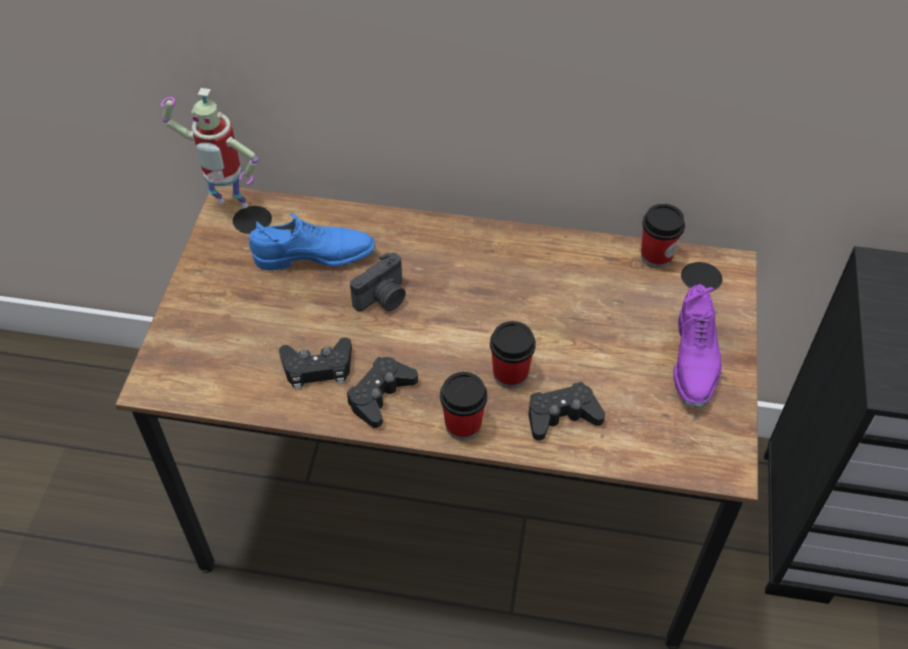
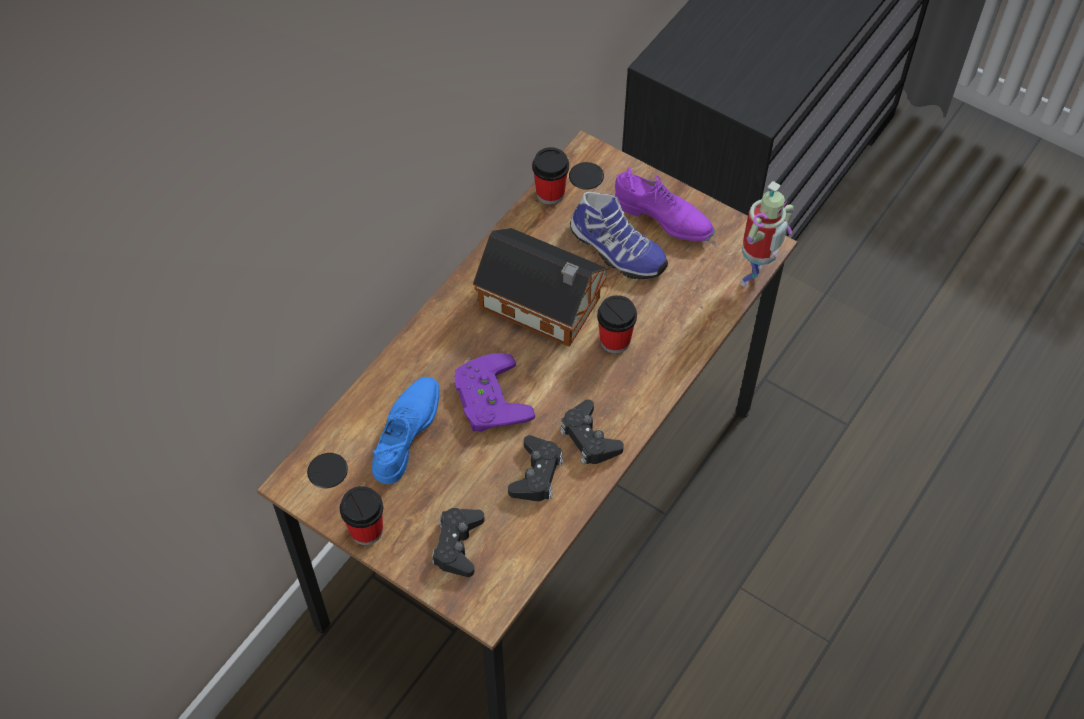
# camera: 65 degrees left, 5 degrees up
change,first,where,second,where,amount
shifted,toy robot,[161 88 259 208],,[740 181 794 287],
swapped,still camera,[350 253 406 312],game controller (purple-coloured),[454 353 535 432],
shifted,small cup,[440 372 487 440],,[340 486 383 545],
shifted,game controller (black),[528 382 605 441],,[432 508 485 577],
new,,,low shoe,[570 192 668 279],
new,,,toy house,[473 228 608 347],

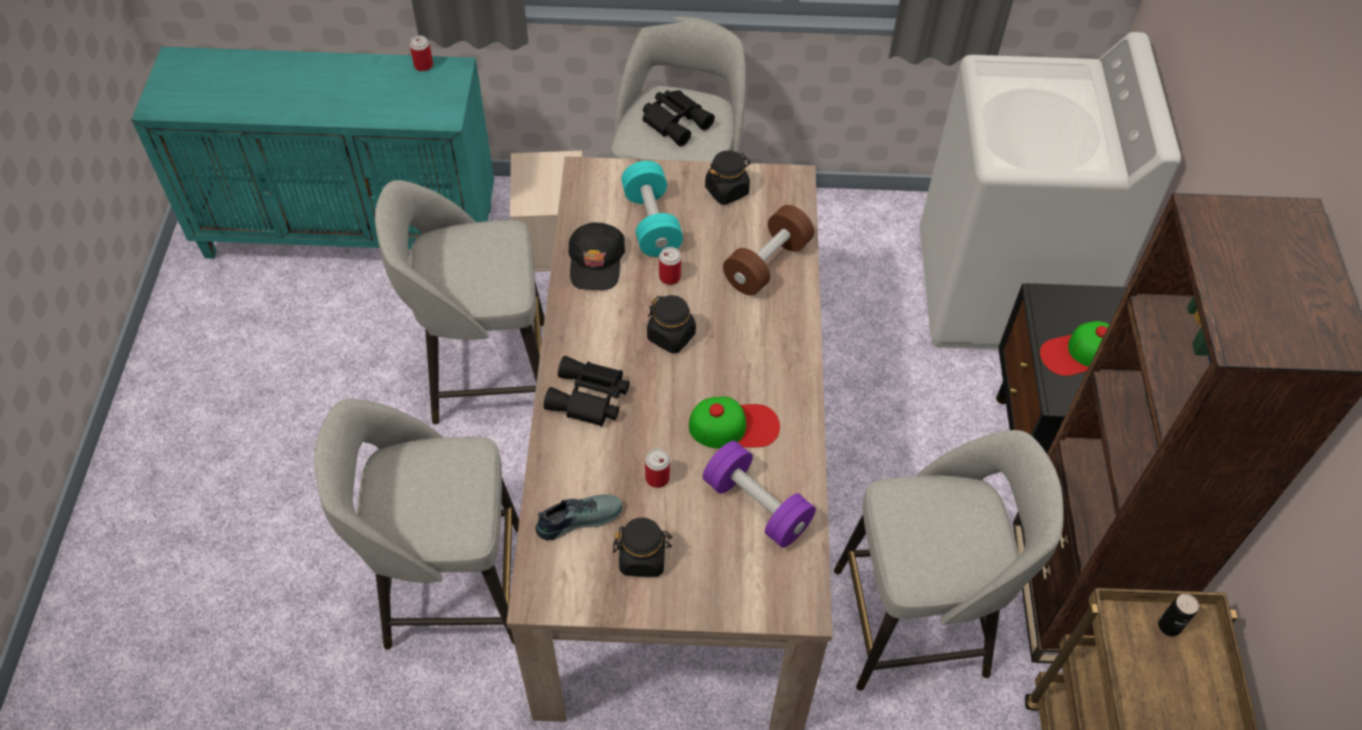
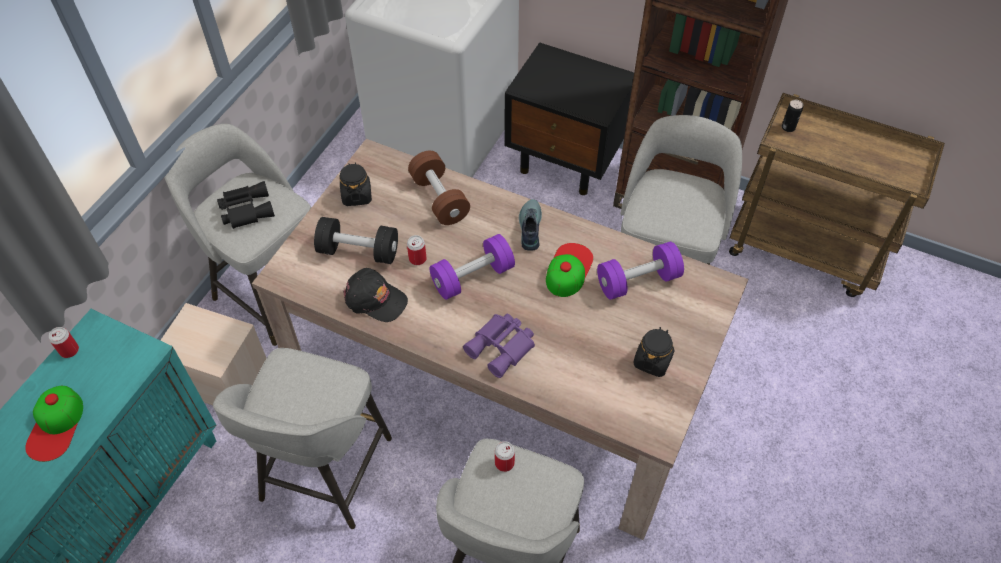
# camera: 65 degrees left, 0 degrees up
change,first,where,second,where,amount
repainted,free weight (turquoise),[621 161 683 257],free weight (black),[314 217 398 264],
swapped,storage jar (black),[647 295 696 354],free weight (purple-coloured),[430 234 515 300],
shifted,cap,[1040 321 1109 376],,[25 386 83 462],
repainted,field glasses (black),[544 356 629 427],field glasses (purple-coloured),[463 314 535 378],
shifted,sealed can,[645 448 670 488],,[495 441 515 472],
shifted,low shoe,[535 494 622 540],,[518 199 542 251],

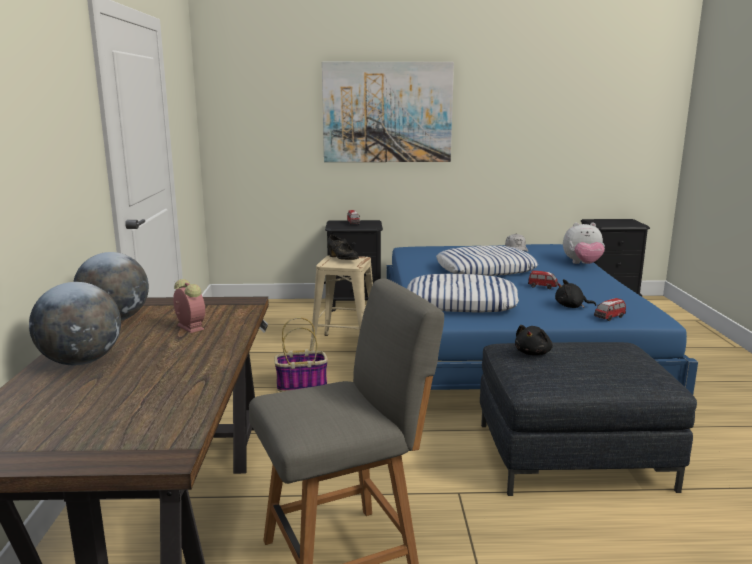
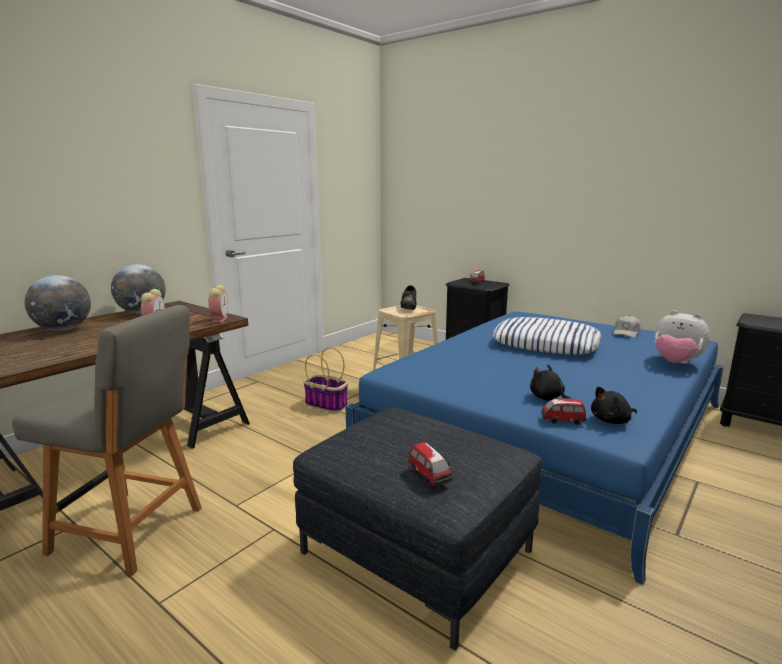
# camera: 40 degrees right, 0 degrees up
change,first,where,second,where,amount
gone,wall art,[322 62 454 162],,,
shifted,miniature car,[528 270 558 289],,[409 442 452 486],
gone,pillow,[407 274 519 313],,,
shifted,cuddly toy (black),[515 325 553 355],,[591 387 637 424],
new,,,bedside clock,[208 285 228 323],

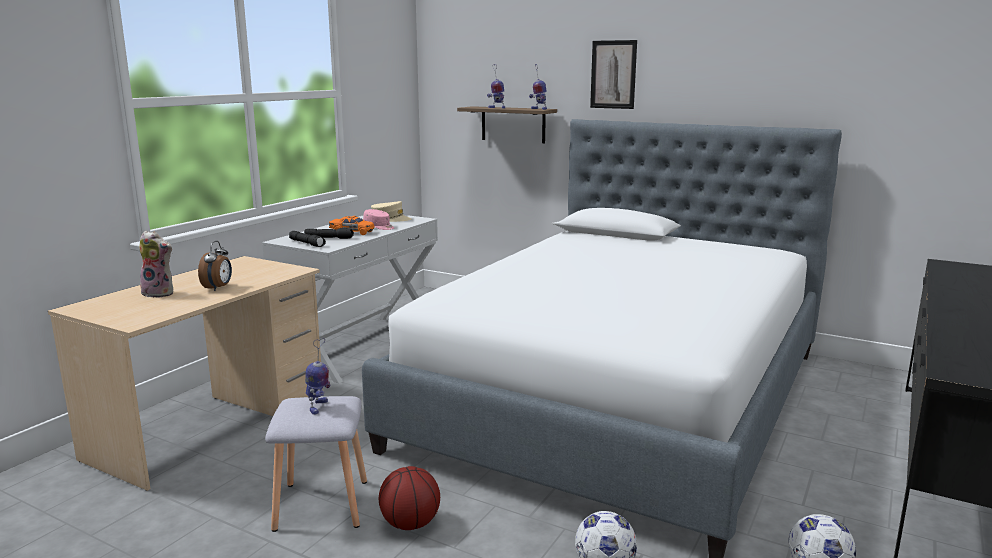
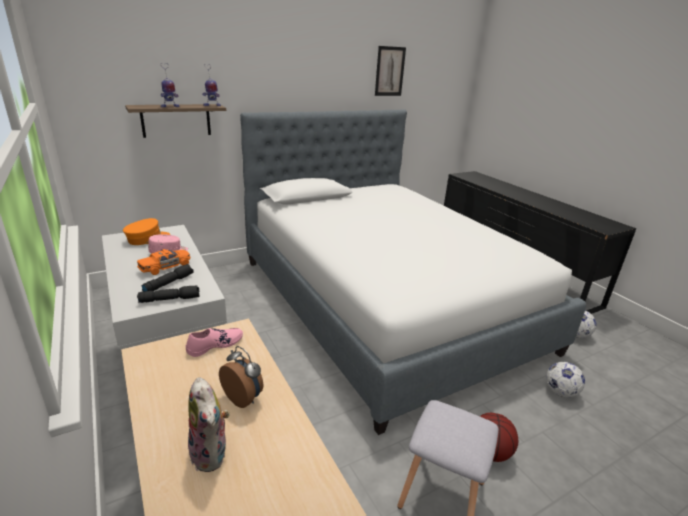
# camera: 60 degrees left, 10 degrees up
change,first,where,second,where,amount
shifted,wall art,[590 40 637 109],,[375 46 406 96],
repainted,cap (beige),[371 201 411 222],cap (orange),[123 218 170 245],
rotated,cuddly toy,[139 231 173 298],,[188 377 229 472],105 degrees clockwise
gone,toy robot,[305 338 330 415],,,
new,,,low shoe (pink),[186 328 243 357],

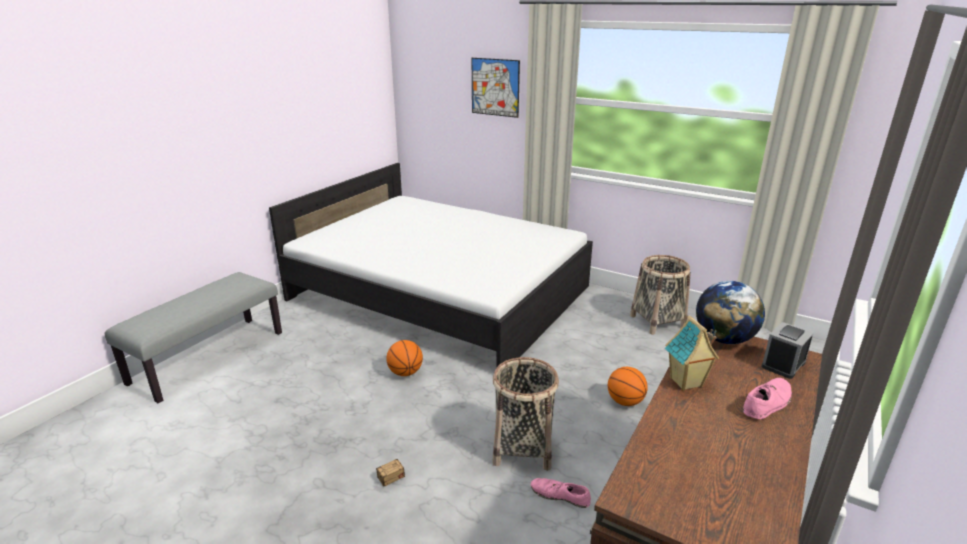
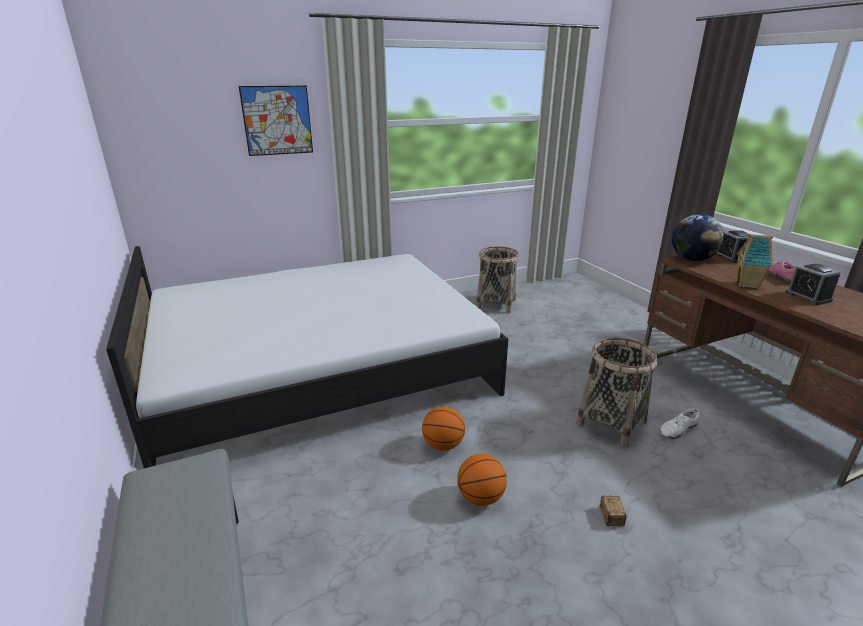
# camera: 55 degrees left, 0 degrees up
change,first,where,second,where,amount
shifted,ball for basketball,[608 367 648 406],,[457 454 507 506],
repainted,low shoe (pink),[531 478 591 508],low shoe (white),[659 409 700 439],
new,,,bedside clock,[785 263 840 305],

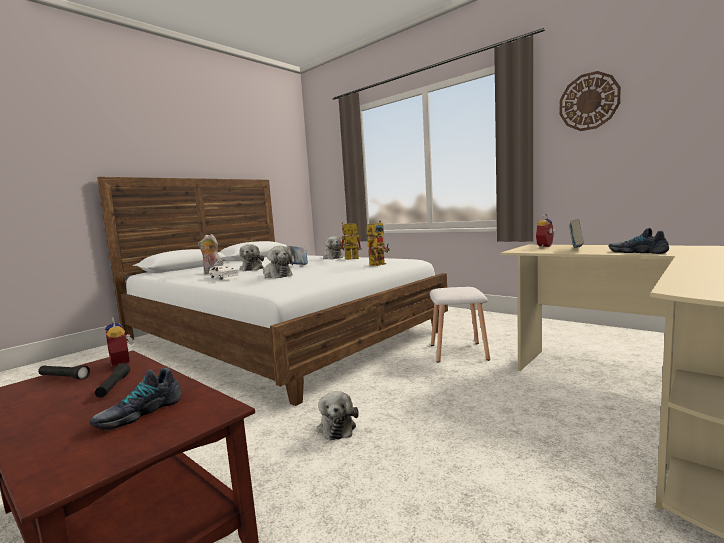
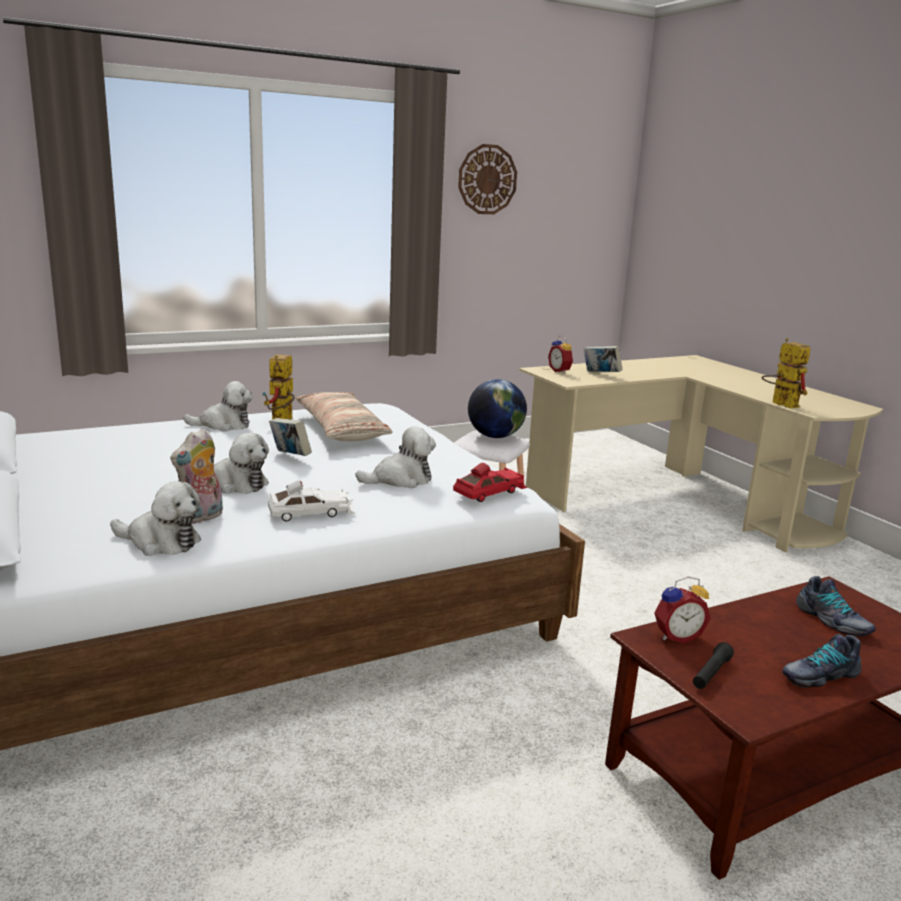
# camera: 70 degrees left, 10 degrees up
change,first,where,second,where,amount
shifted,toy robot,[366 221 390 266],,[762 338 810 409],
shifted,low shoe,[609 228 669 254],,[782 634 861 688],
gone,hand torch (black),[95 363 130 398],,,
shifted,cuddly toy,[317 391 359 440],,[110 481 201 556],
new,,,globe,[468 379 527 438],
new,,,pillow,[296 392 393 441],
new,,,miniature car (red),[453 463 527 502],

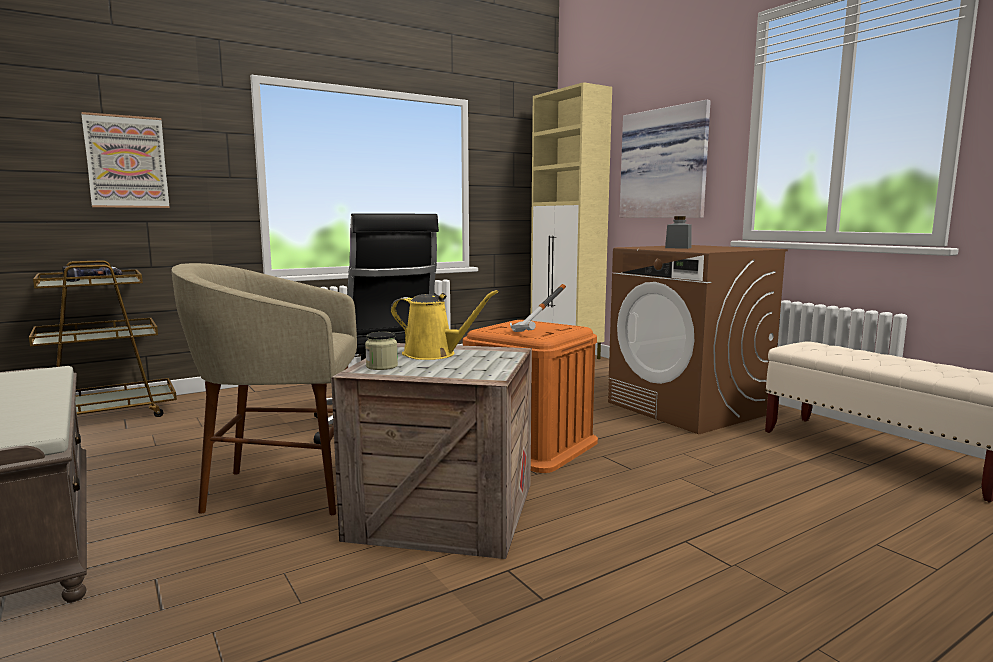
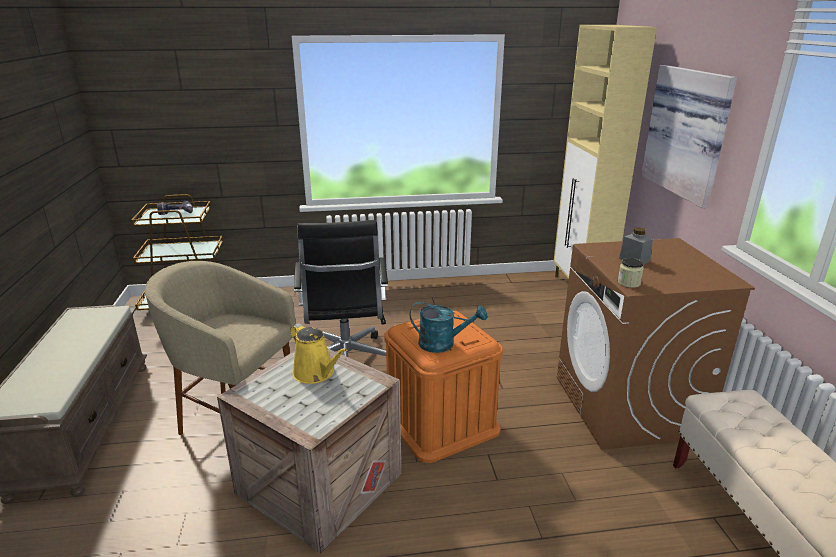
# camera: 25 degrees right, 15 degrees up
change,first,where,second,where,amount
gone,wall art,[81 112 170 208],,,
swapped,hand hammer,[510 284 566 332],watering can (turquoise),[410 301 487 353],
shifted,storage jar,[365 332 398 370],,[618 258 644 288],

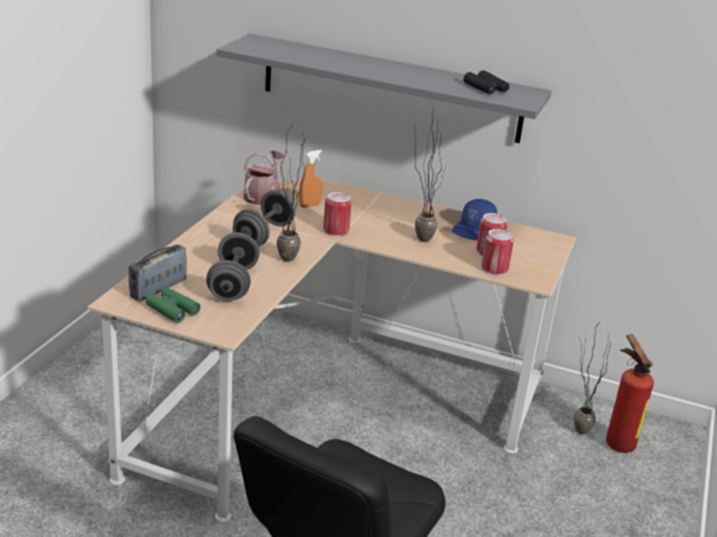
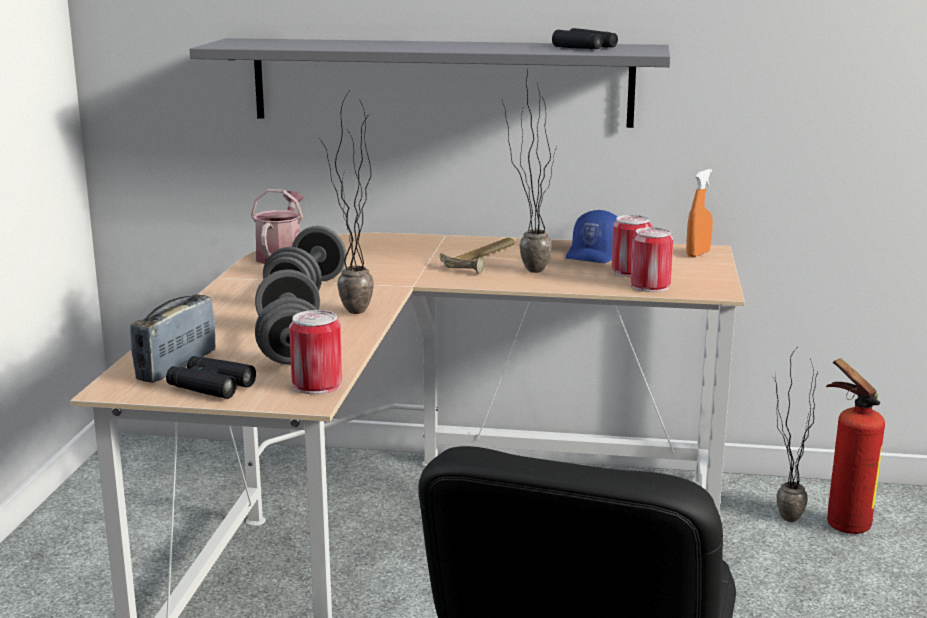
# camera: 10 degrees left, 10 degrees down
change,first,where,second,where,amount
shifted,hand sprayer (orange),[299 150 323 208],,[686 169 713 257],
shifted,sealed can,[323 192 352 237],,[289 310 343 394],
repainted,field glasses (green),[146 288 200 323],field glasses (black),[166 356 256 399],
new,,,hand hammer,[440 238 515 274],

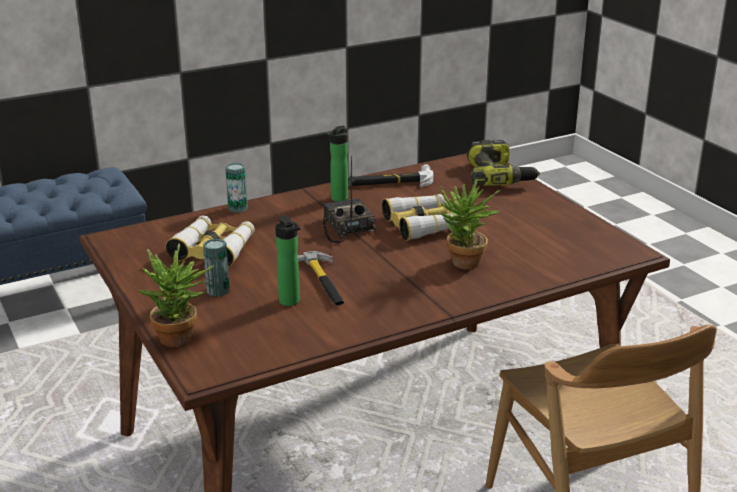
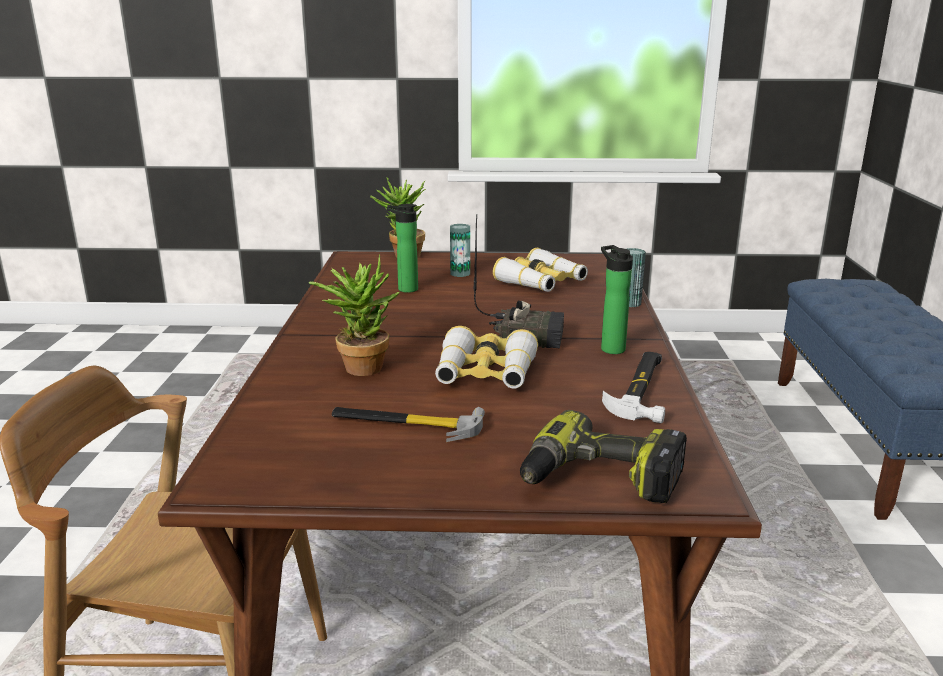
# camera: 120 degrees right, 5 degrees down
change,first,where,second,where,amount
shifted,hand hammer,[298 251 344 305],,[332 407 485 442],

